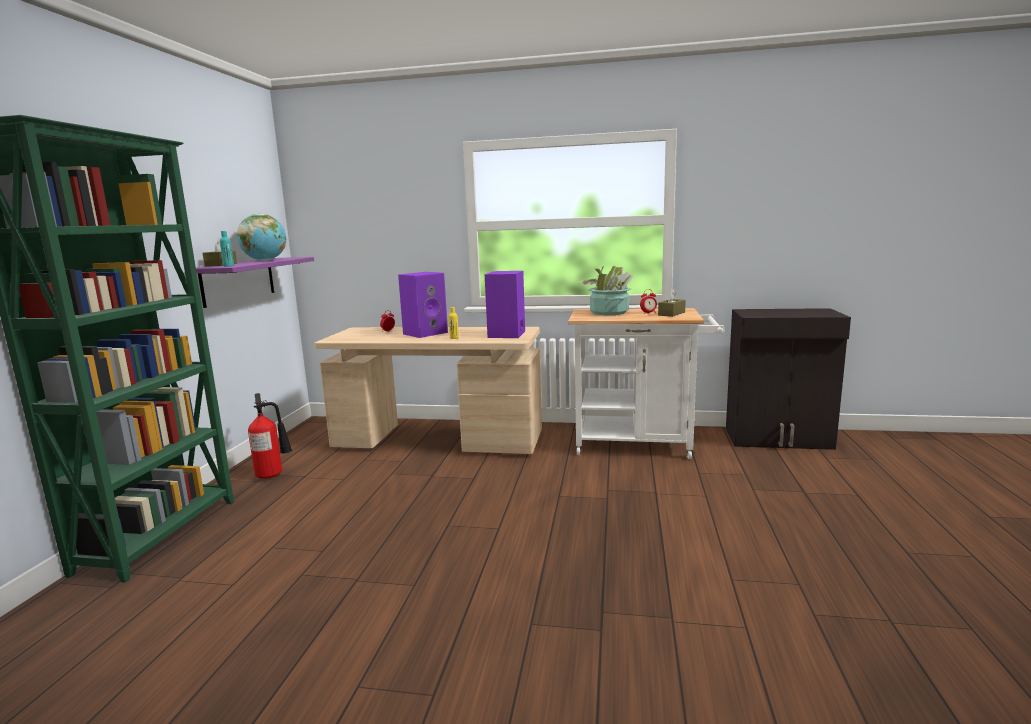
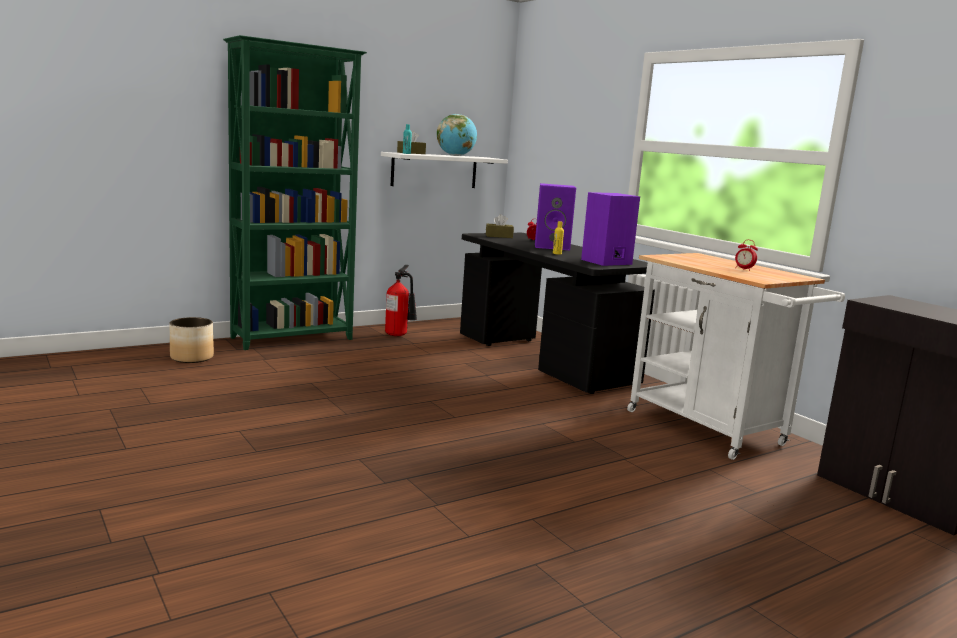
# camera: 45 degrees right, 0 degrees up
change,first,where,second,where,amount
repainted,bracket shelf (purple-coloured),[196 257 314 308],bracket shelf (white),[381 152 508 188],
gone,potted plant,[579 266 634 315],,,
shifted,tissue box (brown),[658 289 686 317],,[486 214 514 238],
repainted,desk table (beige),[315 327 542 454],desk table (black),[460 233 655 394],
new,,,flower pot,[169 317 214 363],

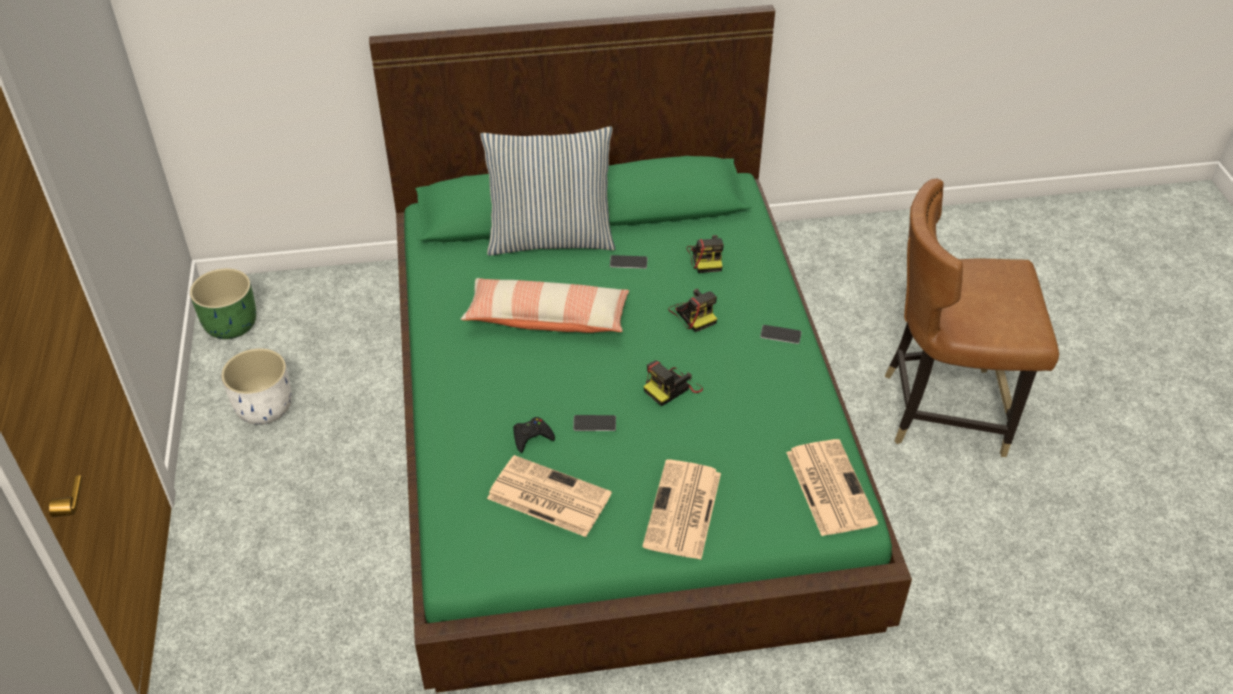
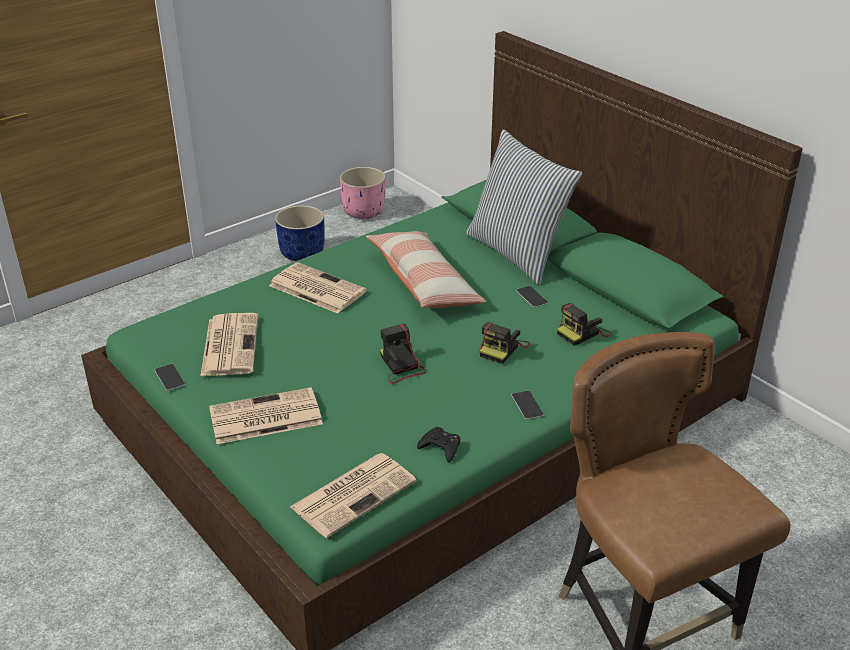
# camera: 60 degrees right, 10 degrees down
change,first,where,second,where,amount
repainted,flower pot (green),[190 268 256 339],flower pot (pink),[340 167 386 219],
repainted,flower pot (white),[221 348 291 425],flower pot (bluish),[275 205 325 261],
rotated,still camera,[643 360 703 406],,[380 323 426 384],45 degrees clockwise
shifted,handset,[573 415 616 431],,[154 364 185 391],
shifted,game controller (black),[513 417 555 453],,[417 427 460 462],
new,,,daily paper,[269 262 367 314],

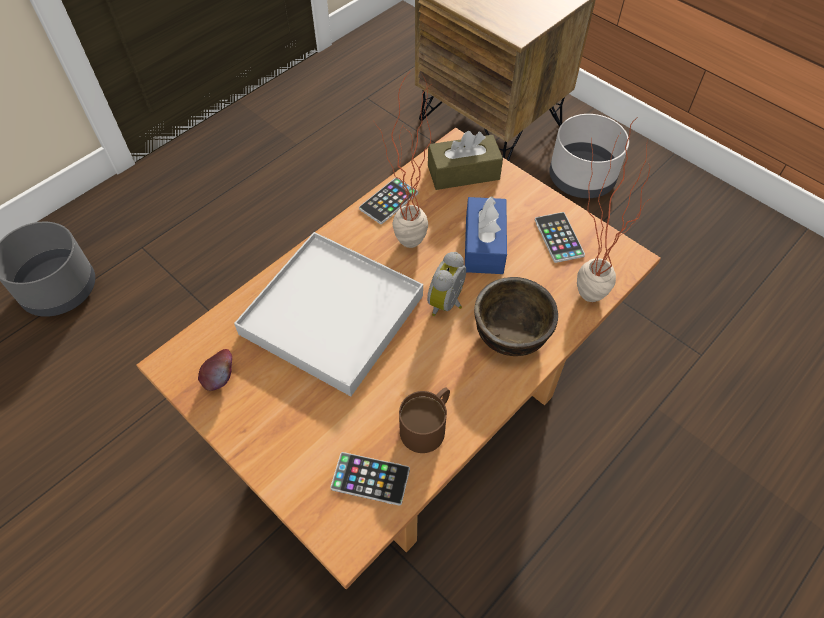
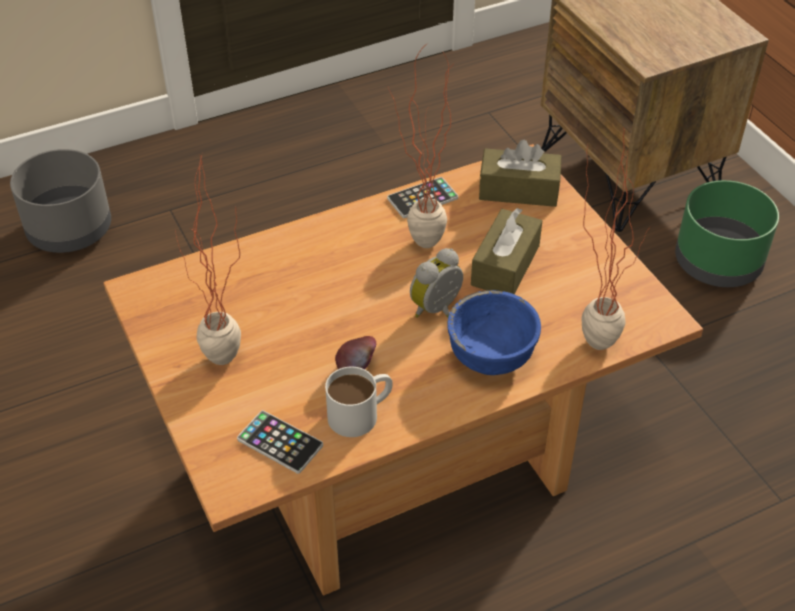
# camera: 20 degrees right, 10 degrees down
change,first,where,second,where,amount
repainted,flower pot (greyish),[549 114 629 198],flower pot (green),[675 180 779 287],
repainted,tissue box (bluish),[465 196 507 274],tissue box (brown),[471 208 542 294],
gone,handset,[535 212 585 263],,,
gone,serving tray (white),[234 232 423 396],,,
repainted,serving bowl (brown),[474 277 558 356],serving bowl (bluish),[447 290 541 375],
shifted,apple,[198 349 232 391],,[335 336 376 369],
repainted,tea mug (brown),[399 387 450 453],tea mug (white),[325 367 393 437],
new,,,potted plant,[176 154 241 365],

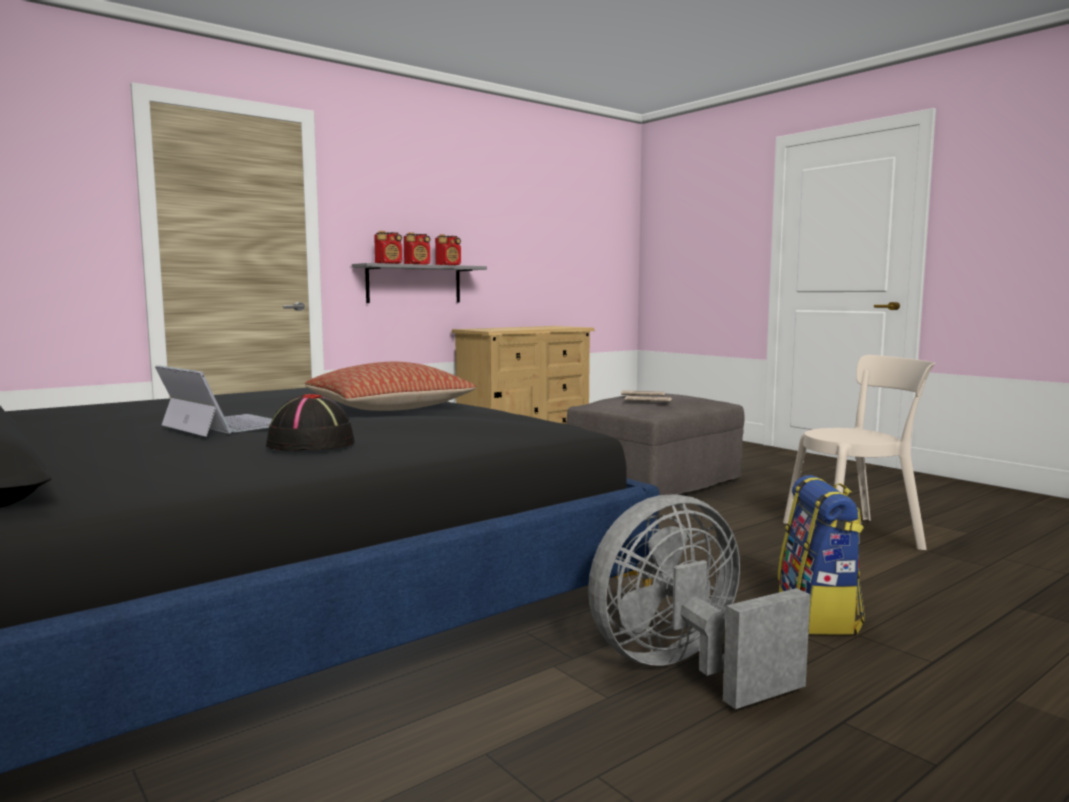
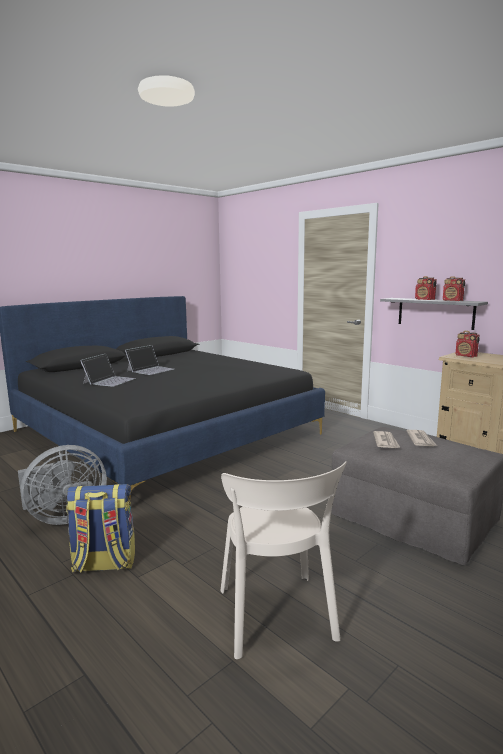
# camera: 85 degrees right, 5 degrees up
change,first,where,second,where,amount
shifted,radio set,[374 231 402 264],,[456 331 480 357],
gone,pillow,[305 362 476 411],,,
swapped,wearable hat (black),[266 394 355 451],laptop,[80 354 136 387],
rotated,electric fan (greyish),[588 494 810 709],,[18 445 107 525],90 degrees clockwise

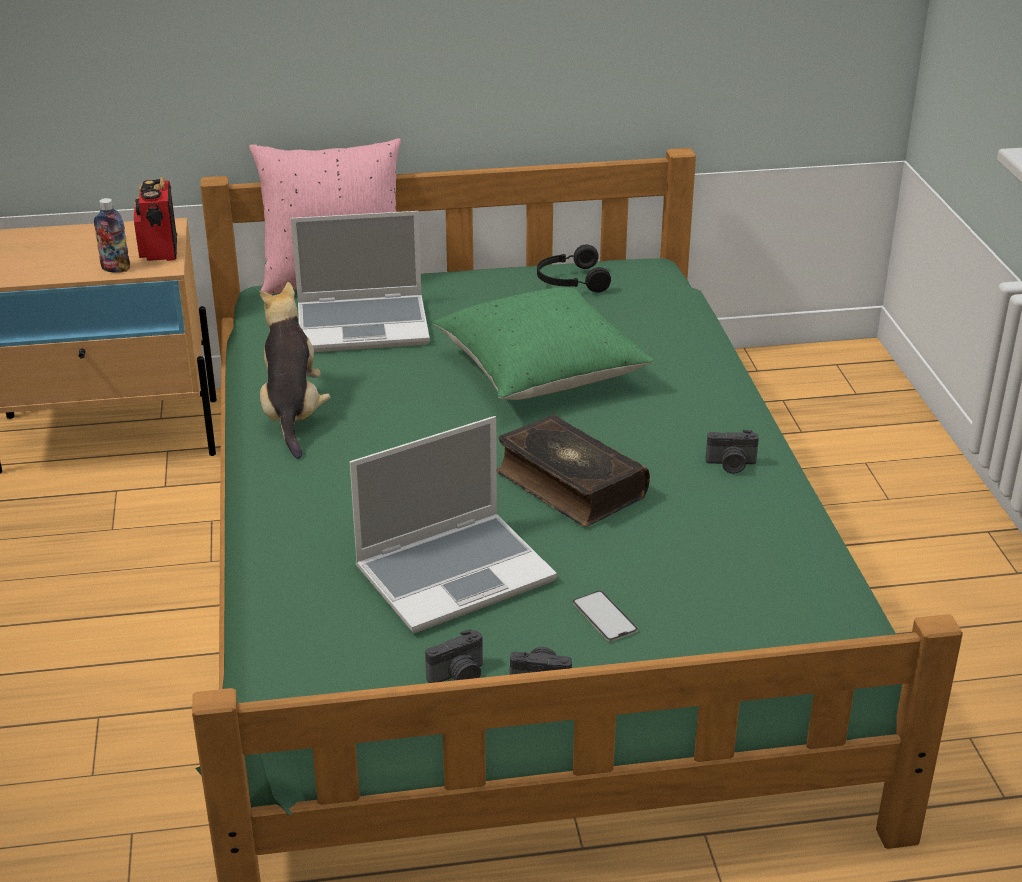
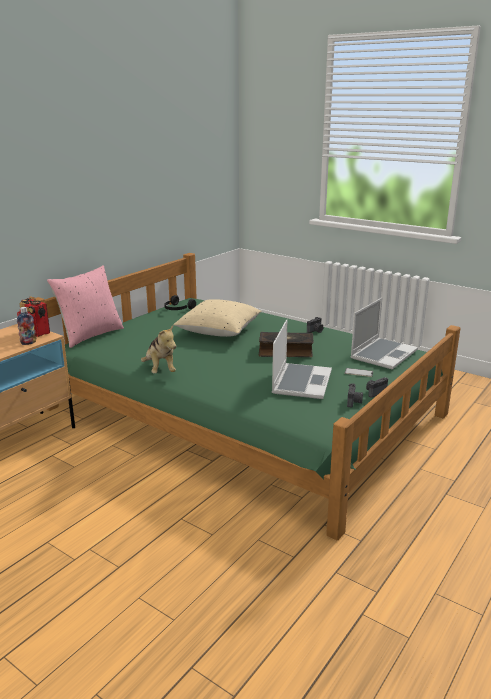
# camera: 45 degrees left, 10 degrees down
change,first,where,second,where,amount
shifted,laptop,[291 211 430 352],,[350 298 418 369],
rotated,cuddly toy,[260 282 331 459],,[141 325 176 373],150 degrees counterclockwise
repainted,pillow (green),[434 287 654 400],pillow (beige),[174 299 262 337],

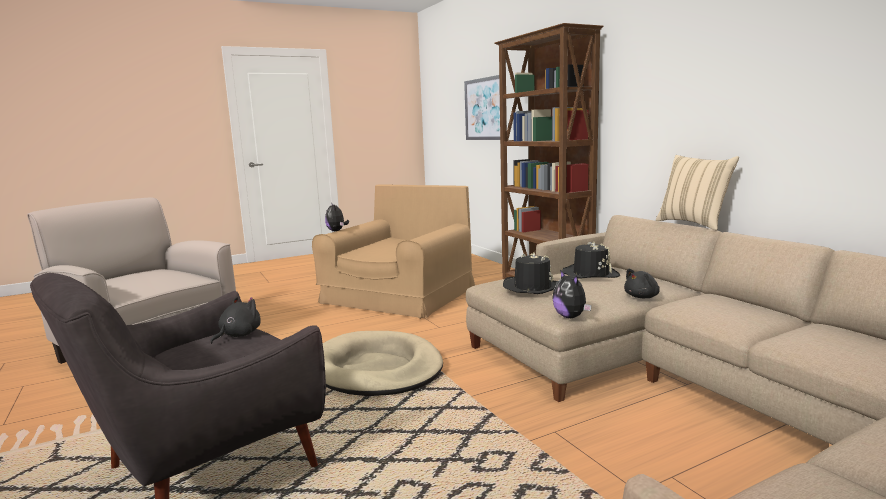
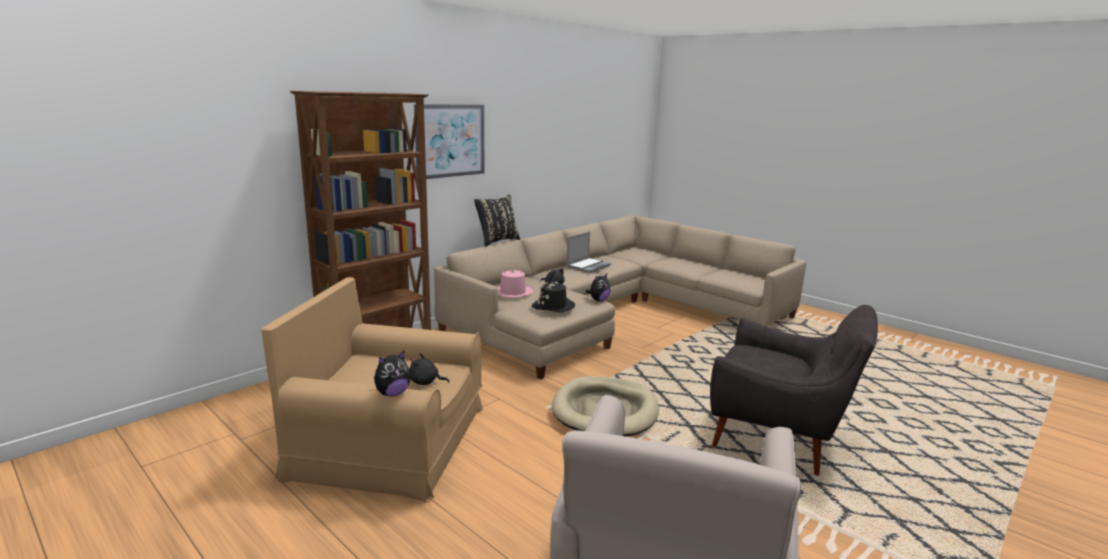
# camera: 110 degrees left, 5 degrees up
change,first,where,second,where,amount
shifted,wall art,[464 75 500 140],,[414 104 484 179],
repainted,pillow (beige),[656 155 739 231],pillow (black),[474 194 520 247],
repainted,wearable hat (black),[562 242 620 279],wearable hat (pink),[497 269 533 298],
shifted,cuddly toy (black),[210 297 261 344],,[409 353 449 385],
new,,,laptop,[566 232 611 273],

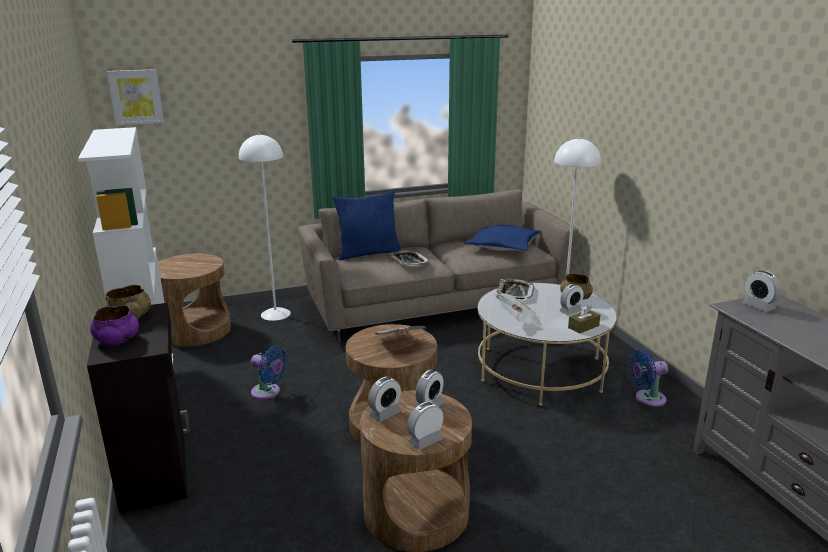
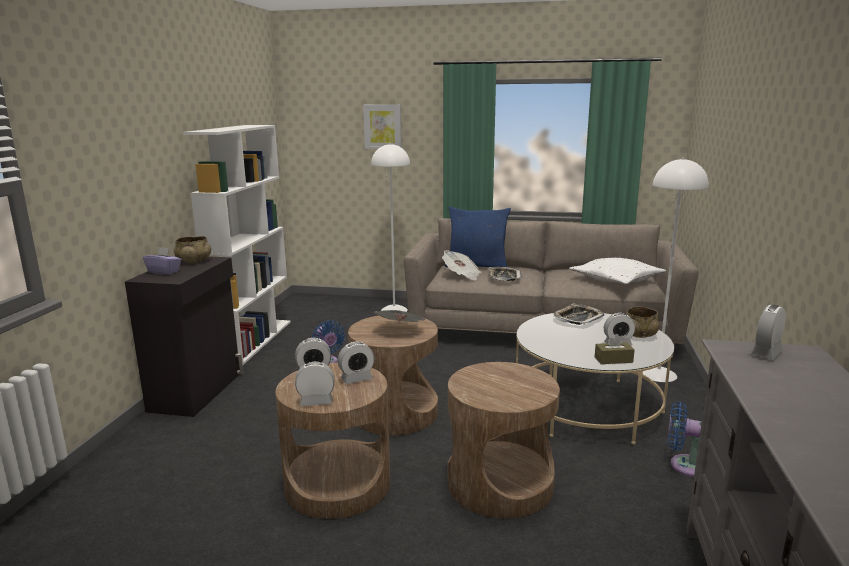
# camera: 30 degrees right, 5 degrees down
change,first,where,second,where,amount
shifted,wall art,[107 69 164 125],,[363 104 402 149],
repainted,pillow (bluish),[464 225 541 252],pillow (white),[569 258 666 285],
shifted,end table (brown),[158 254 231 347],,[448 362 560 518],
rotated,bedside clock,[742 271 782 312],,[749 305 786 360],45 degrees clockwise
shifted,daily paper,[494 293 544 327],,[442 250 481 280],
swapped,serving bowl (purple-coloured),[90 305 139 345],tissue box (purple-coloured),[143 247 182 274],

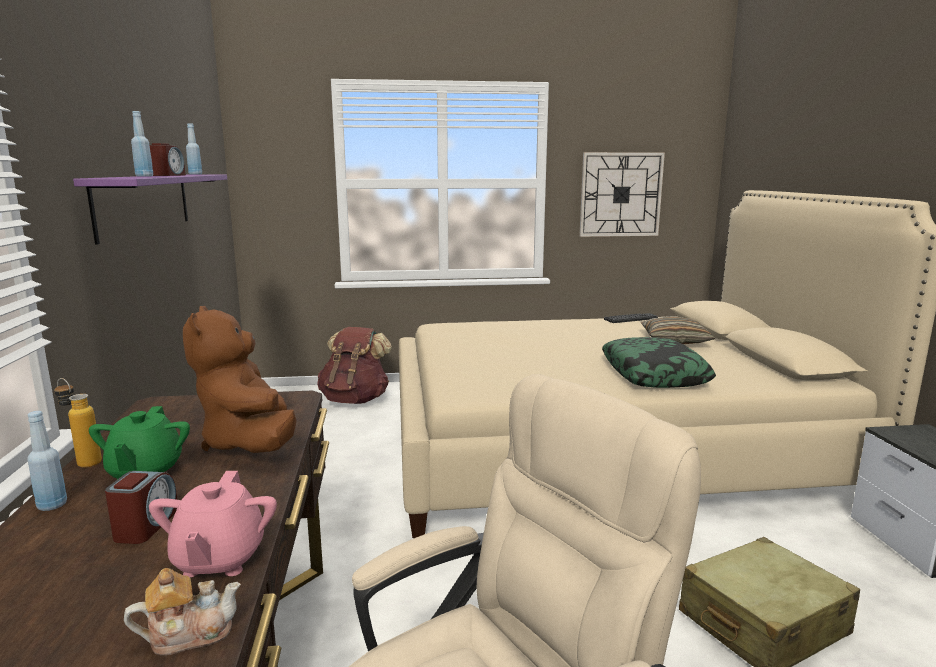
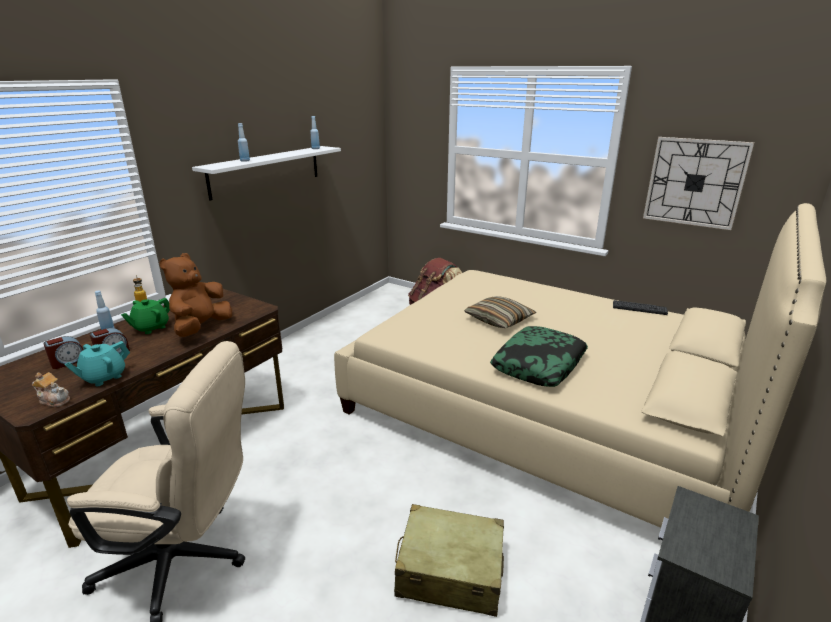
# camera: 40 degrees right, 10 degrees up
change,first,where,second,where,amount
shifted,bedside clock,[149 143 186 176],,[43 336 83 369],
repainted,bracket shelf (purple-coloured),[73 175 227 245],bracket shelf (white),[192 146 341 201],
shifted,pillow,[641 317 715 344],,[464 296 537 328],
repainted,tea pot (pink),[149 471 277 577],tea pot (turquoise),[64 341 130 386],

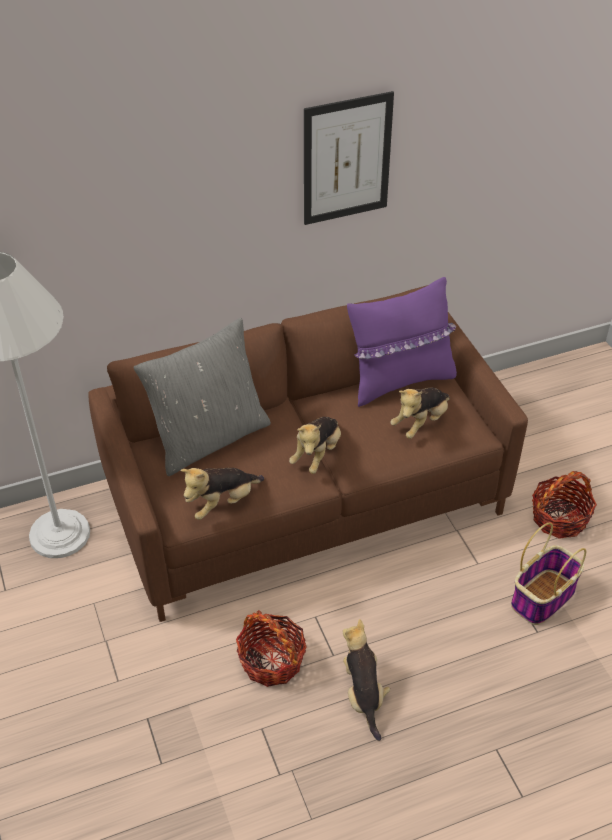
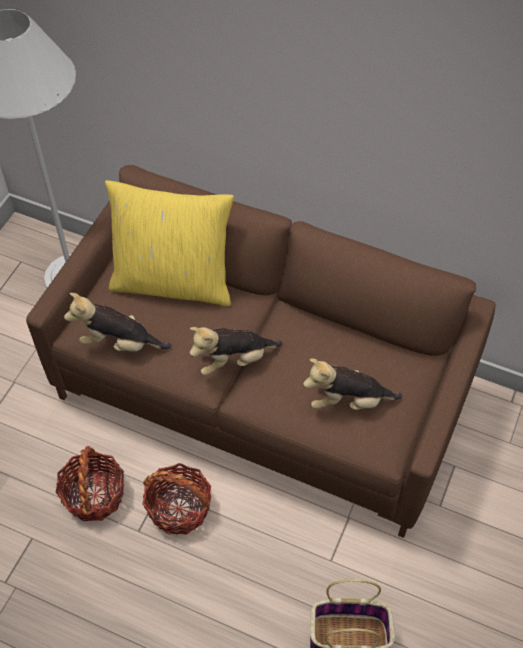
# camera: 45 degrees right, 10 degrees up
change,first,where,second,where,amount
gone,wall art,[304 91 394 225],,,
gone,pillow (purple-coloured),[347 277 457 407],,,
repainted,pillow (greyish),[133 318 271 476],pillow (yellow-coloured),[105 180 234 306],
shifted,household basket,[532 471 597 539],,[142 463 211 535],
gone,cuddly toy,[343 619 390 741],,,

